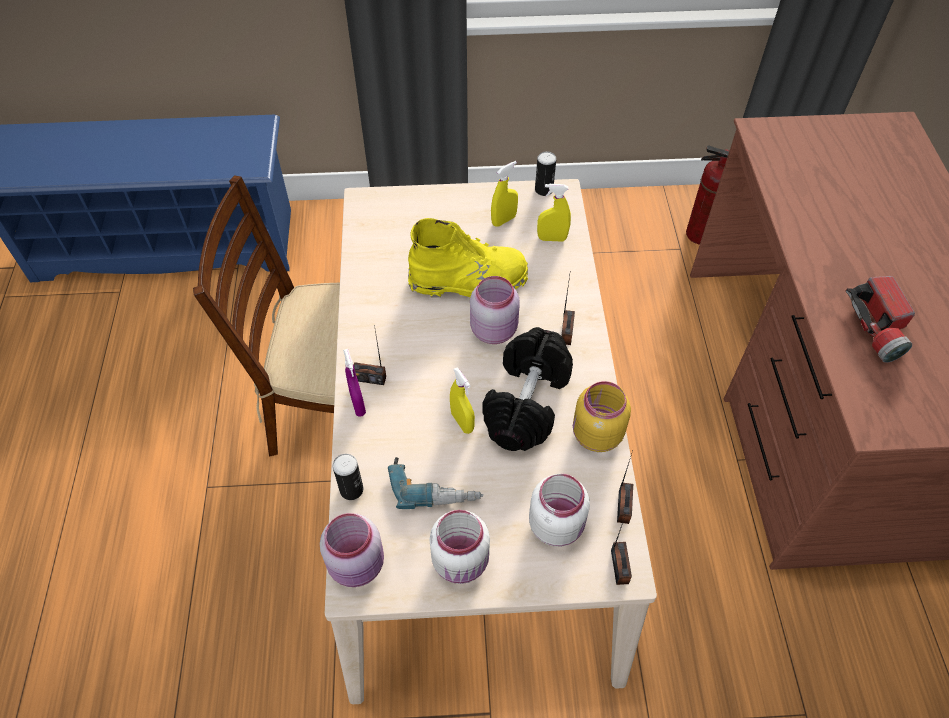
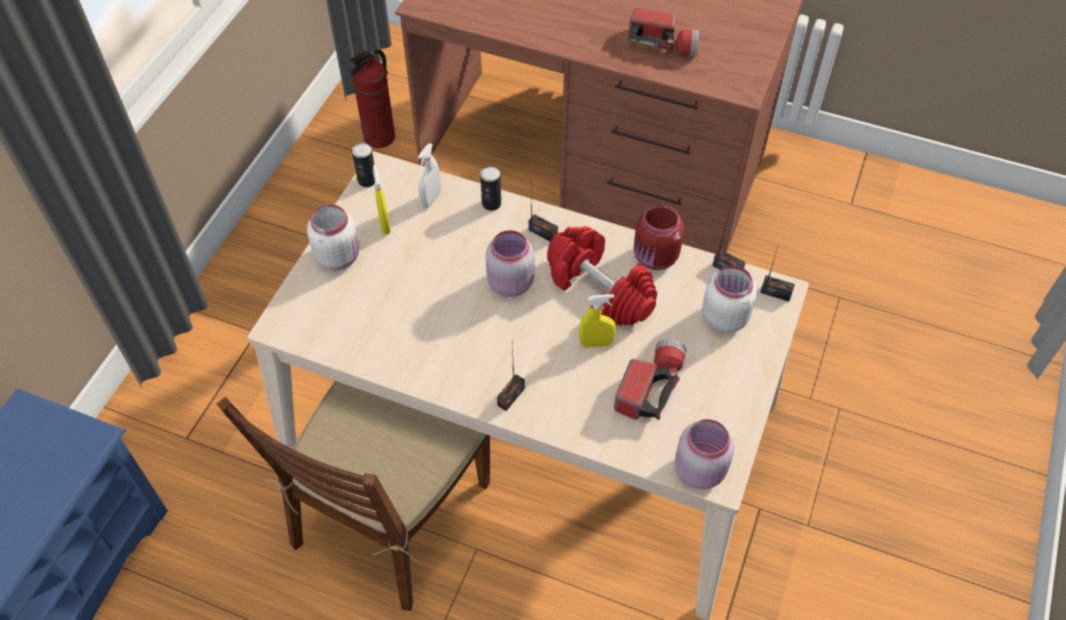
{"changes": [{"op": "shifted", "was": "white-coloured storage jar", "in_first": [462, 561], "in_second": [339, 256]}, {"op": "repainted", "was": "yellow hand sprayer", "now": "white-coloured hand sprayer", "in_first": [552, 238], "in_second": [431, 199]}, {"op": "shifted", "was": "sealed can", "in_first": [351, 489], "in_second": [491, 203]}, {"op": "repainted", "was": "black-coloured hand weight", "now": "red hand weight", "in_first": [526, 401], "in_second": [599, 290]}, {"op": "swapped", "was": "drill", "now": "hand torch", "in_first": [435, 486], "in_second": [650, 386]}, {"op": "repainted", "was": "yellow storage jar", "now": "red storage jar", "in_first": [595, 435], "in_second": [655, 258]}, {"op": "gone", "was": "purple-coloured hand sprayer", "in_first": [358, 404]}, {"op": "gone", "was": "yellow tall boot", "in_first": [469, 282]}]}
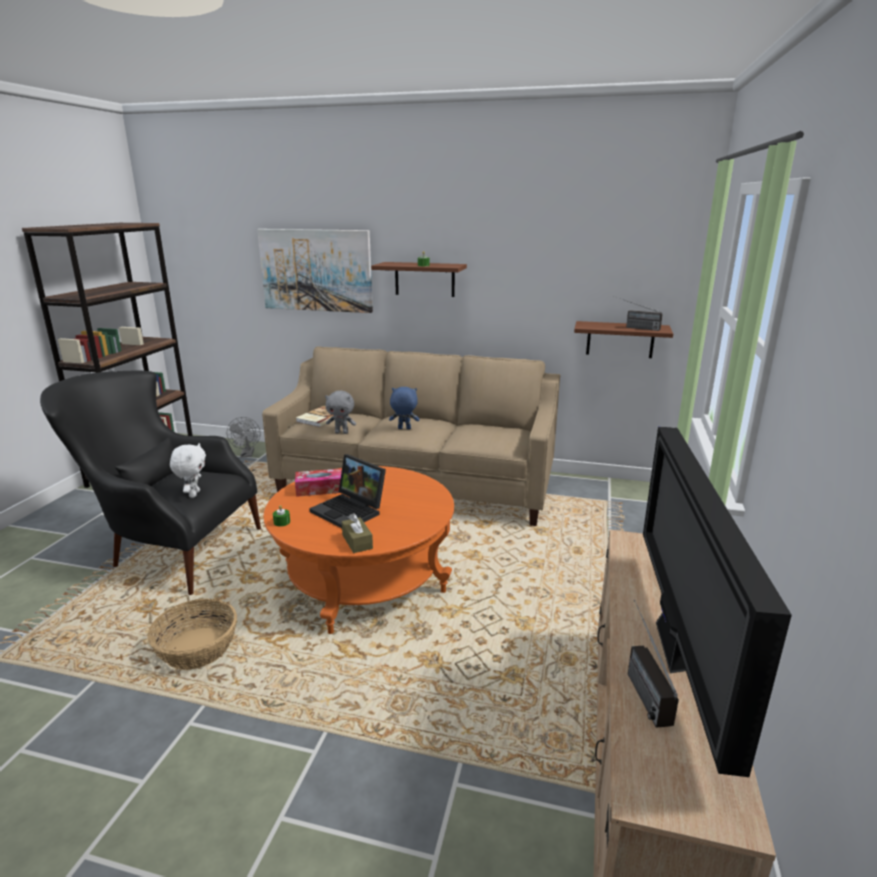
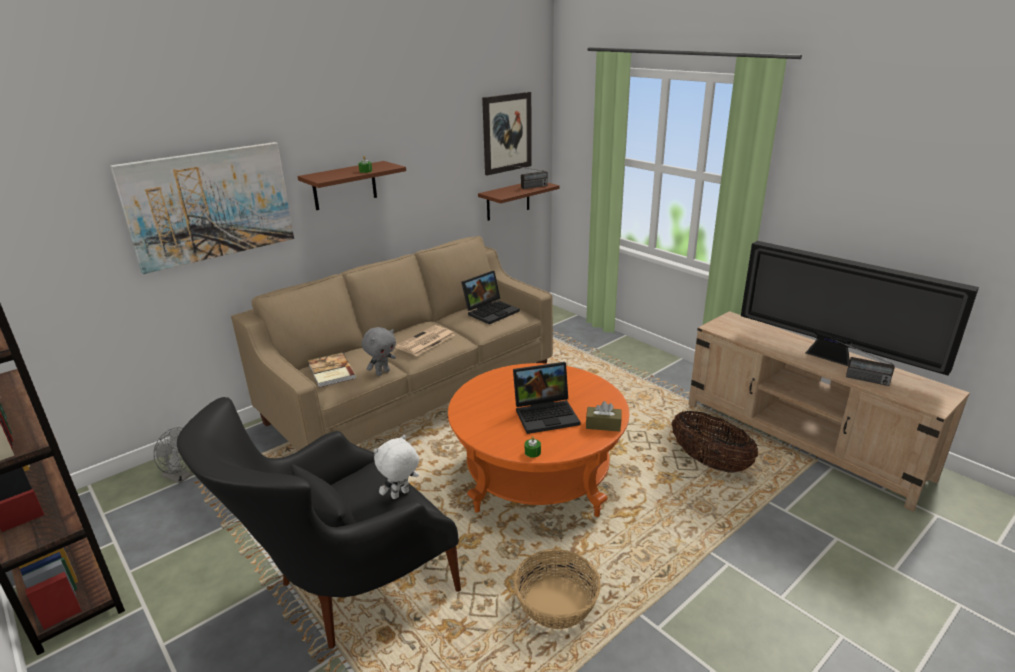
{"changes": [{"op": "rotated", "was": "white-coloured plush toy", "in_first": [193, 494], "in_second": [400, 495], "clockwise": -75}, {"op": "swapped", "was": "blue-coloured plush toy", "now": "newspaper", "in_first": [404, 429], "in_second": [425, 341]}, {"op": "new", "now": "portable computer", "in_second": [491, 311]}, {"op": "new", "now": "picture", "in_second": [507, 133]}, {"op": "new", "now": "storage basket", "in_second": [709, 462]}, {"op": "gone", "was": "tissue box", "in_first": [319, 489]}]}
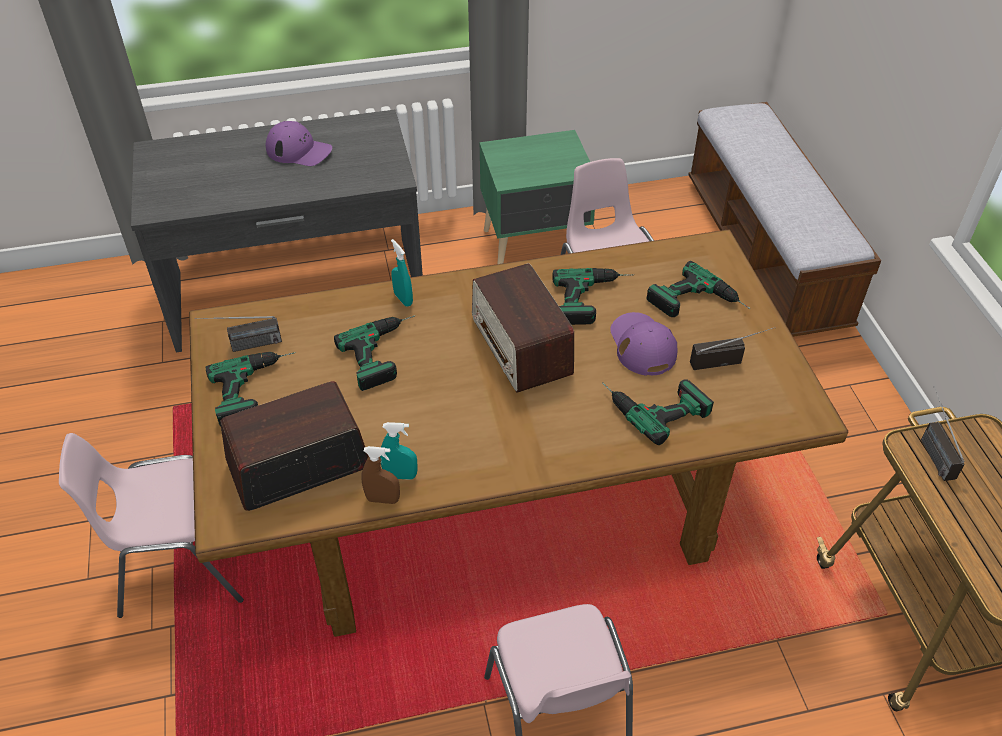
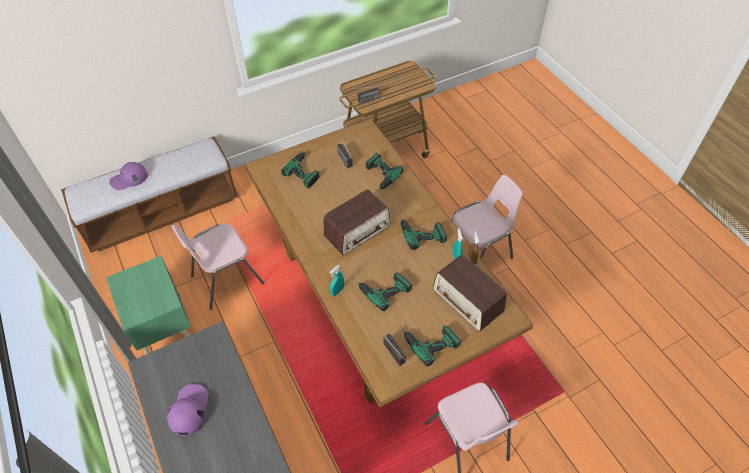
{"changes": [{"op": "shifted", "was": "purple-coloured peaked cap", "in_first": [642, 345], "in_second": [129, 178]}, {"op": "shifted", "was": "drill", "in_first": [595, 299], "in_second": [420, 230]}]}
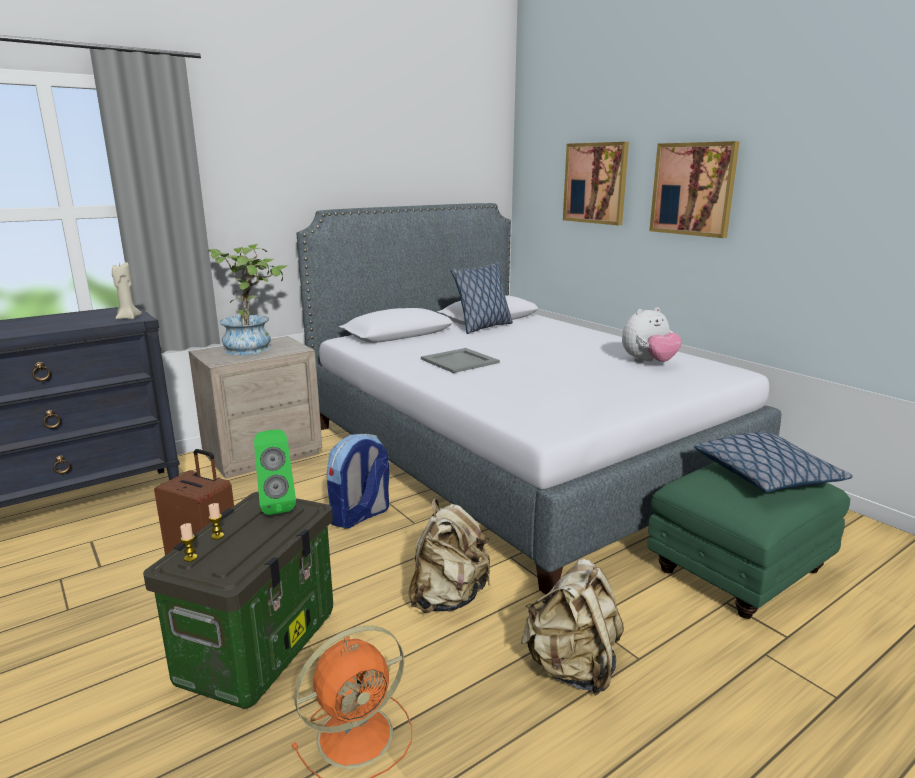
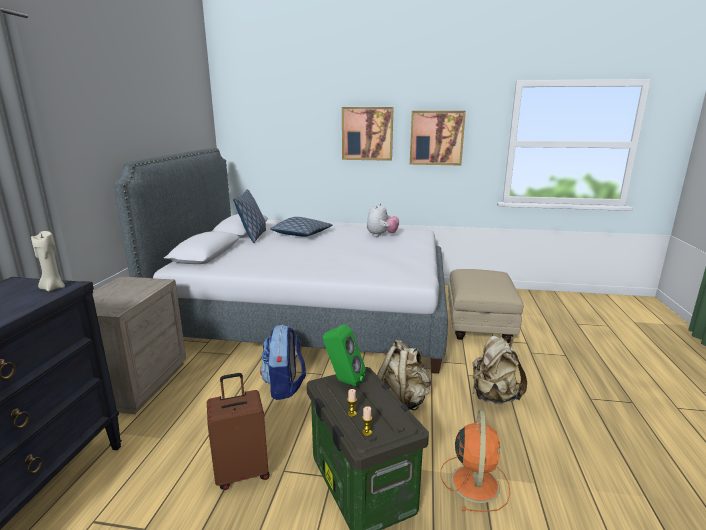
{"changes": [{"op": "shifted", "was": "throw pillow", "in_first": [767, 476], "in_second": [302, 234]}, {"op": "shifted", "was": "picture", "in_first": [595, 183], "in_second": [436, 138]}, {"op": "repainted", "was": "green footrest", "now": "beige footrest", "in_first": [739, 570], "in_second": [479, 326]}, {"op": "gone", "was": "potted plant", "in_first": [254, 347]}, {"op": "gone", "was": "greyish serving tray", "in_first": [459, 361]}]}
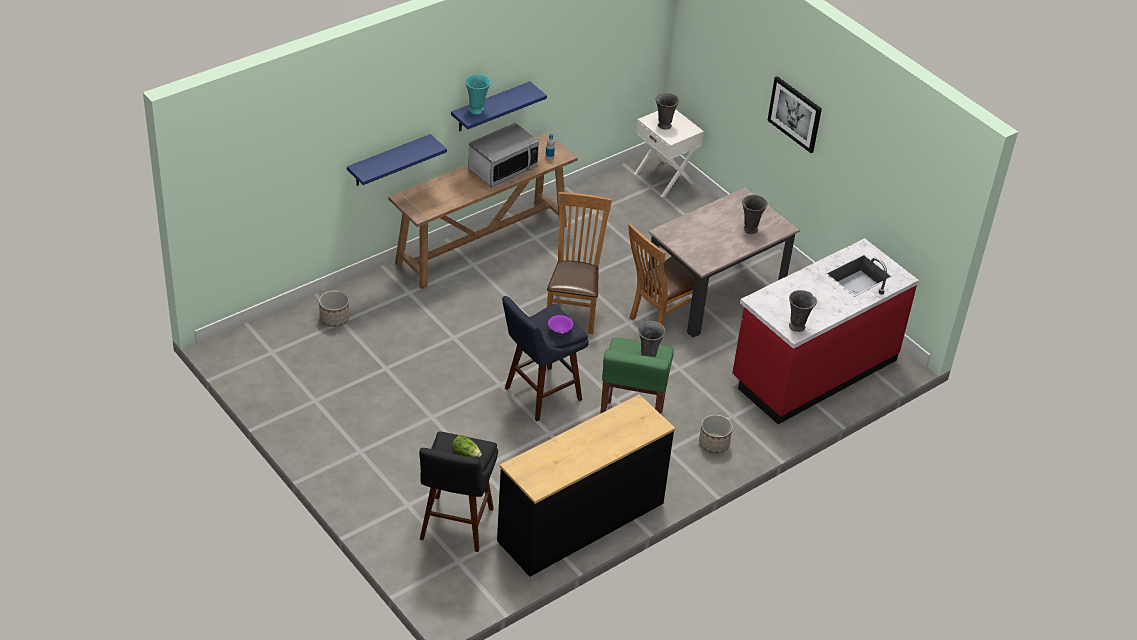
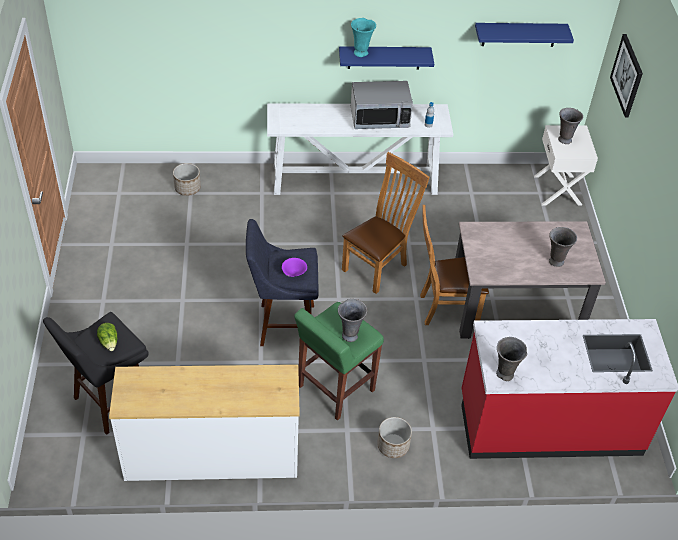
{"changes": [{"op": "repainted", "was": "black-coloured chest of drawers", "now": "white-coloured chest of drawers", "in_first": [581, 523], "in_second": [212, 456]}, {"op": "repainted", "was": "brown-coloured hall table", "now": "white-coloured hall table", "in_first": [483, 243], "in_second": [355, 180]}, {"op": "shifted", "was": "blue-coloured shelf", "in_first": [389, 161], "in_second": [519, 34]}, {"op": "shifted", "was": "picture", "in_first": [795, 114], "in_second": [627, 75]}]}
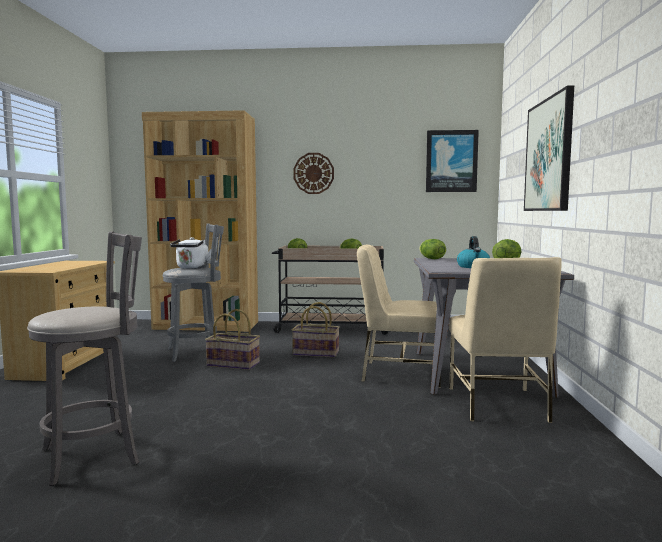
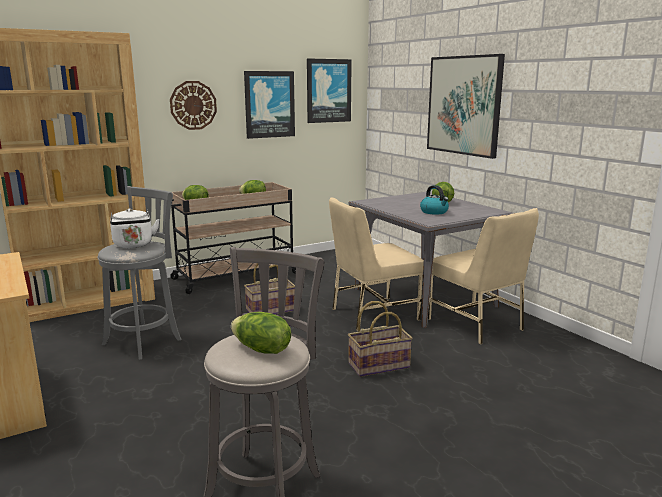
{"changes": [{"op": "shifted", "was": "lettuce", "in_first": [431, 259], "in_second": [261, 350]}, {"op": "new", "now": "picture", "in_second": [269, 104]}, {"op": "shifted", "was": "storage basket", "in_first": [234, 364], "in_second": [378, 365]}]}
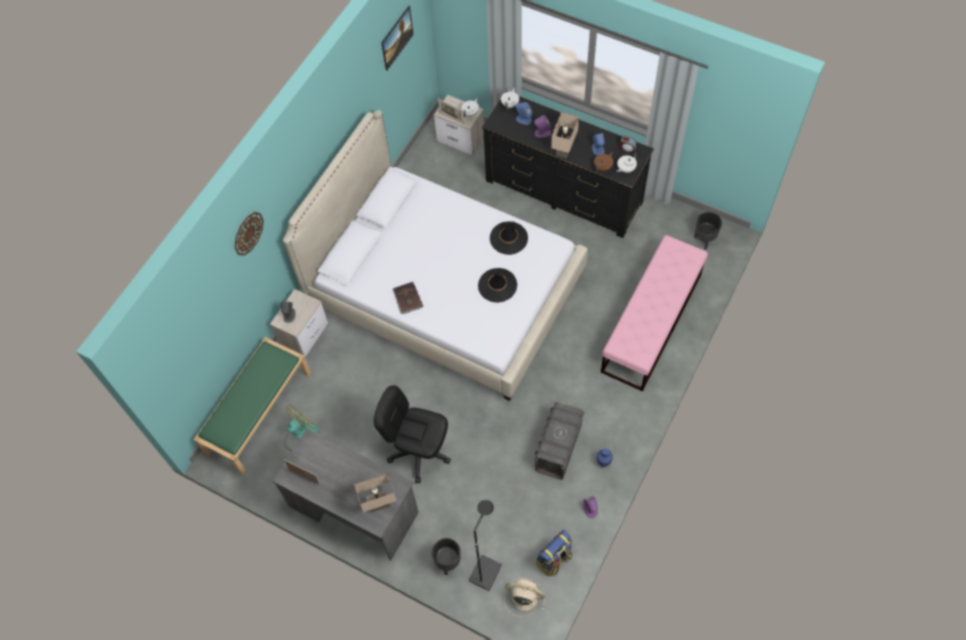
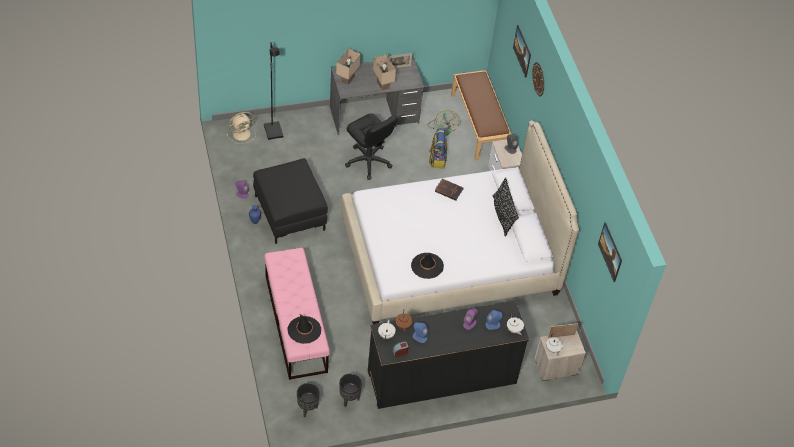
{"changes": [{"op": "swapped", "was": "greyish storage bin", "now": "black-coloured footrest", "in_first": [558, 448], "in_second": [289, 212]}, {"op": "shifted", "was": "black-coloured clothing hat", "in_first": [497, 285], "in_second": [304, 330]}, {"op": "shifted", "was": "black-coloured flower pot", "in_first": [448, 563], "in_second": [349, 399]}, {"op": "rotated", "was": "black-coloured computer chair", "in_first": [419, 452], "in_second": [368, 161], "clockwise": 75}, {"op": "shifted", "was": "beige lamp for a table", "in_first": [563, 149], "in_second": [383, 84]}, {"op": "shifted", "was": "backpack", "in_first": [554, 559], "in_second": [437, 159]}, {"op": "repainted", "was": "green long seat", "now": "brown-coloured long seat", "in_first": [258, 412], "in_second": [479, 124]}, {"op": "new", "now": "black-coloured throw pillow", "in_second": [502, 215]}, {"op": "new", "now": "picture", "in_second": [521, 56]}]}
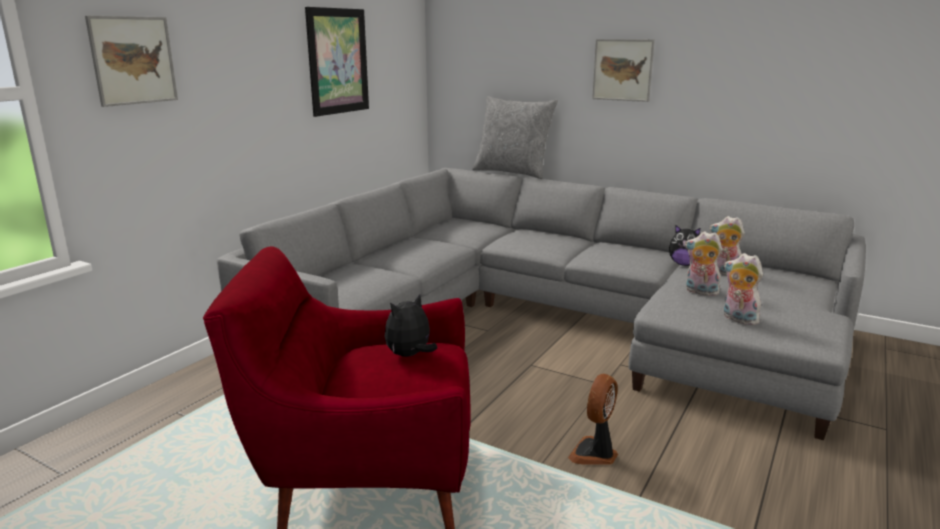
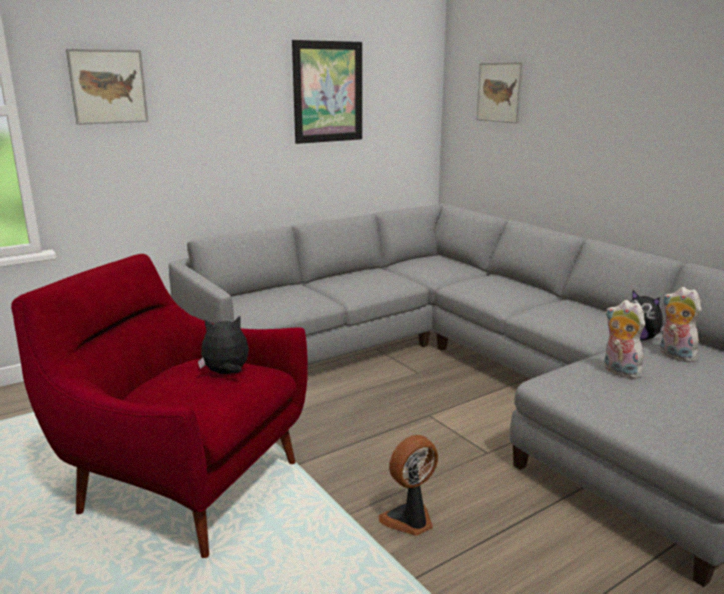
{"changes": [{"op": "shifted", "was": "picture", "in_first": [622, 70], "in_second": [499, 92]}, {"op": "gone", "was": "greyish throw pillow", "in_first": [512, 172]}, {"op": "gone", "was": "plush toy", "in_first": [738, 319]}]}
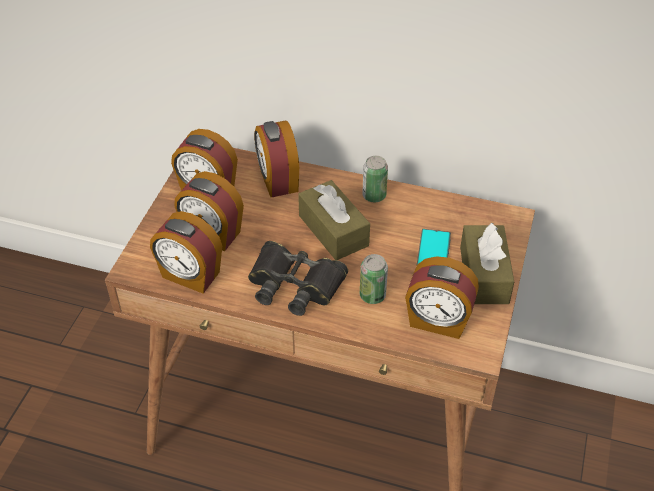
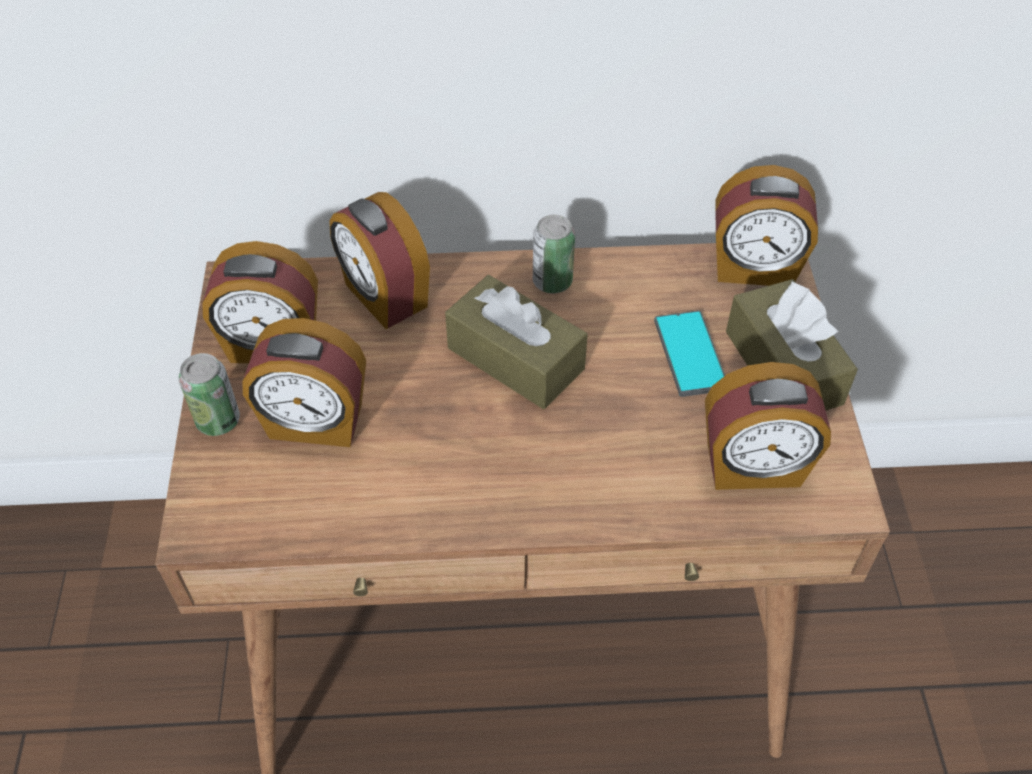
{"changes": [{"op": "shifted", "was": "sealed can", "in_first": [372, 295], "in_second": [218, 421]}, {"op": "shifted", "was": "bedside clock", "in_first": [190, 276], "in_second": [754, 269]}, {"op": "gone", "was": "black-coloured field glasses", "in_first": [295, 284]}]}
